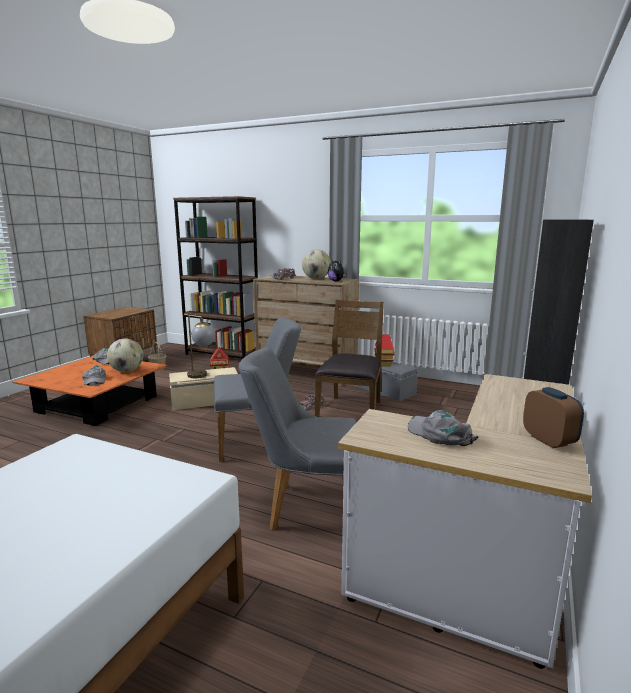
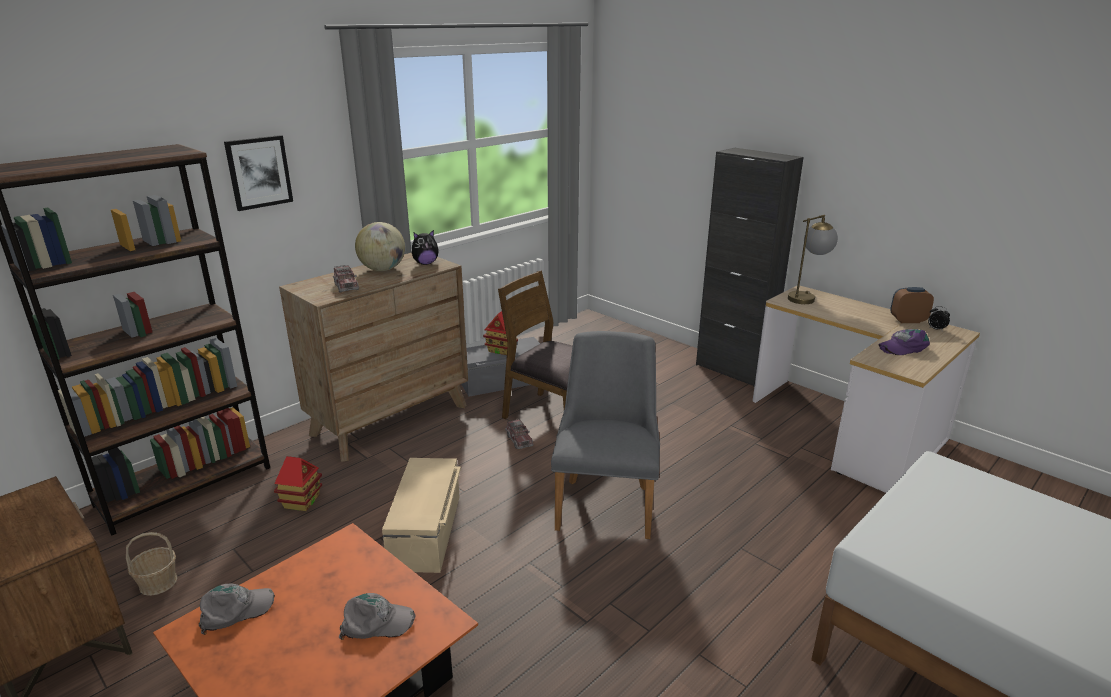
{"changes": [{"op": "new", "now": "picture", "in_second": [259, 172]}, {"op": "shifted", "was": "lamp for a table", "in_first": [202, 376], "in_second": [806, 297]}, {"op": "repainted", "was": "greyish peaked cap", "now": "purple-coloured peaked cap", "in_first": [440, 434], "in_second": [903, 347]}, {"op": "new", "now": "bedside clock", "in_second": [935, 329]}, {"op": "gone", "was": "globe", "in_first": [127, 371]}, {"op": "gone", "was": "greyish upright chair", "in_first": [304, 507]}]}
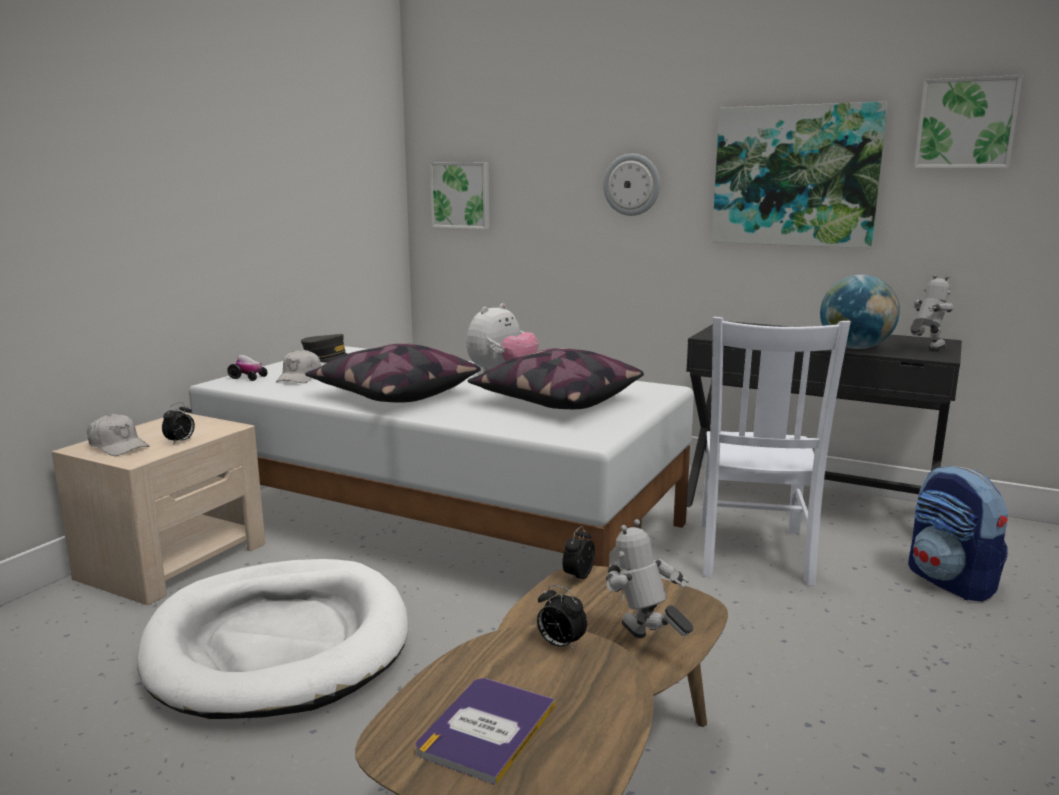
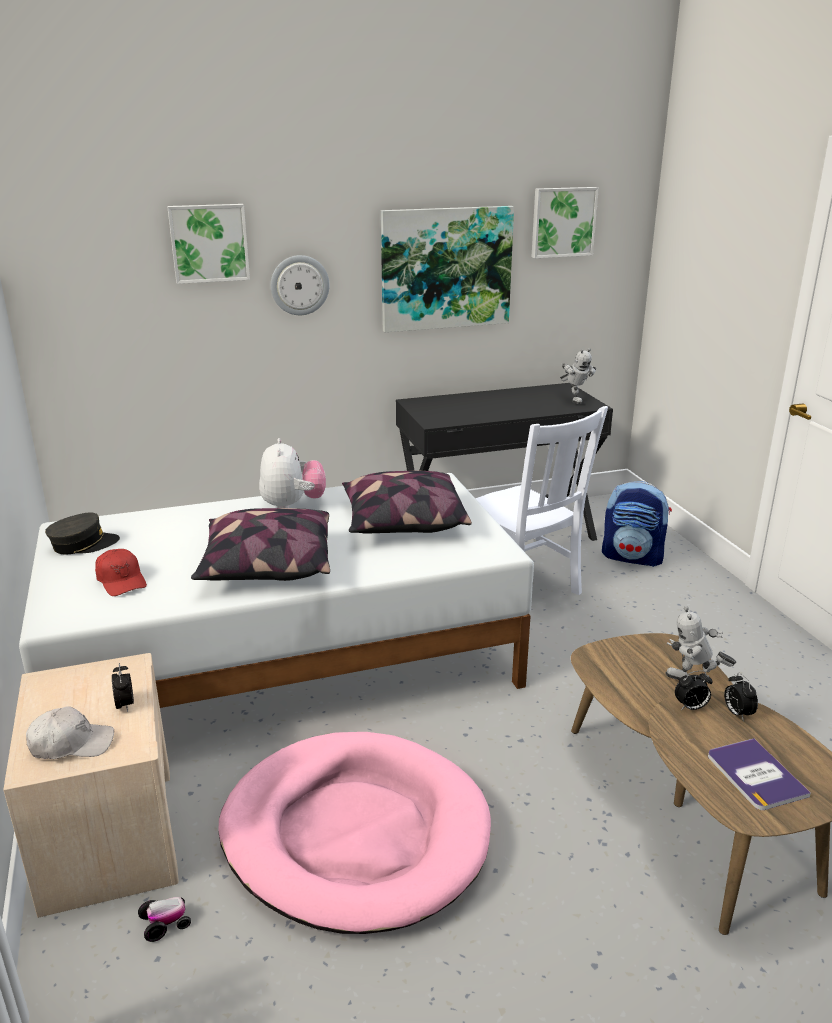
{"changes": [{"op": "repainted", "was": "white-coloured peaked cap", "now": "red peaked cap", "in_first": [300, 377], "in_second": [121, 580]}, {"op": "shifted", "was": "miniature car", "in_first": [248, 377], "in_second": [165, 924]}, {"op": "shifted", "was": "picture", "in_first": [461, 195], "in_second": [209, 243]}, {"op": "repainted", "was": "white-coloured dog cushion", "now": "pinkish dog cushion", "in_first": [279, 643], "in_second": [355, 834]}, {"op": "rotated", "was": "model robot", "in_first": [925, 350], "in_second": [574, 400], "clockwise": 150}, {"op": "shifted", "was": "bedside clock", "in_first": [578, 577], "in_second": [737, 713]}, {"op": "gone", "was": "globe", "in_first": [855, 348]}]}
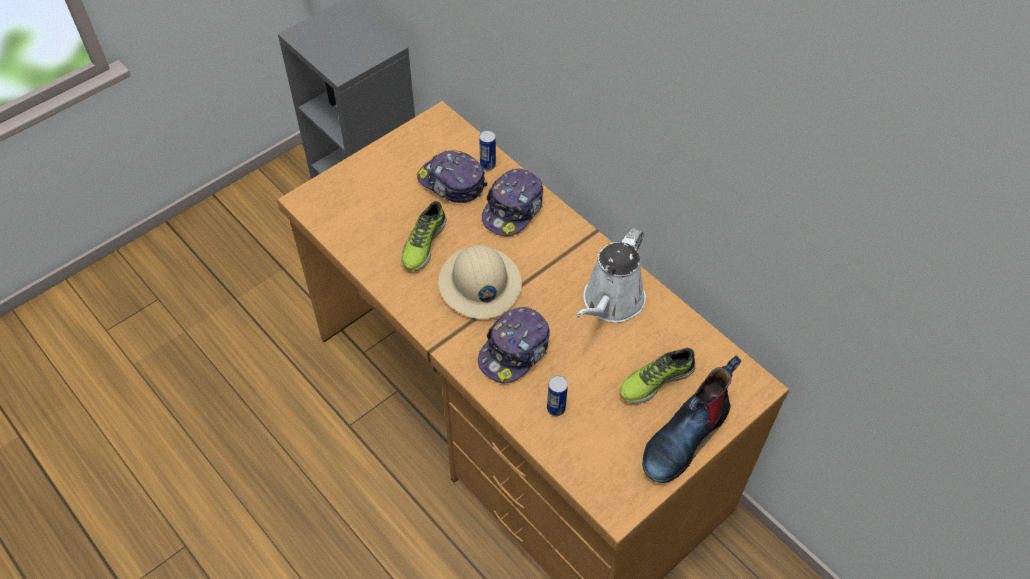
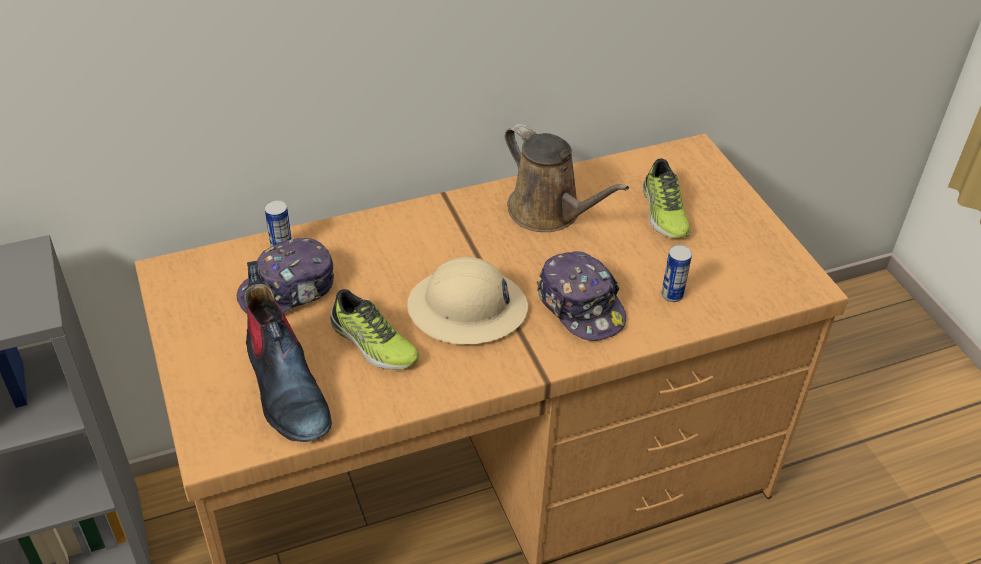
{"changes": [{"op": "shifted", "was": "tall boot", "in_first": [685, 437], "in_second": [285, 388]}, {"op": "repainted", "was": "white-coloured watering pot", "now": "brown-coloured watering pot", "in_first": [611, 302], "in_second": [549, 212]}, {"op": "gone", "was": "peaked cap", "in_first": [513, 209]}]}
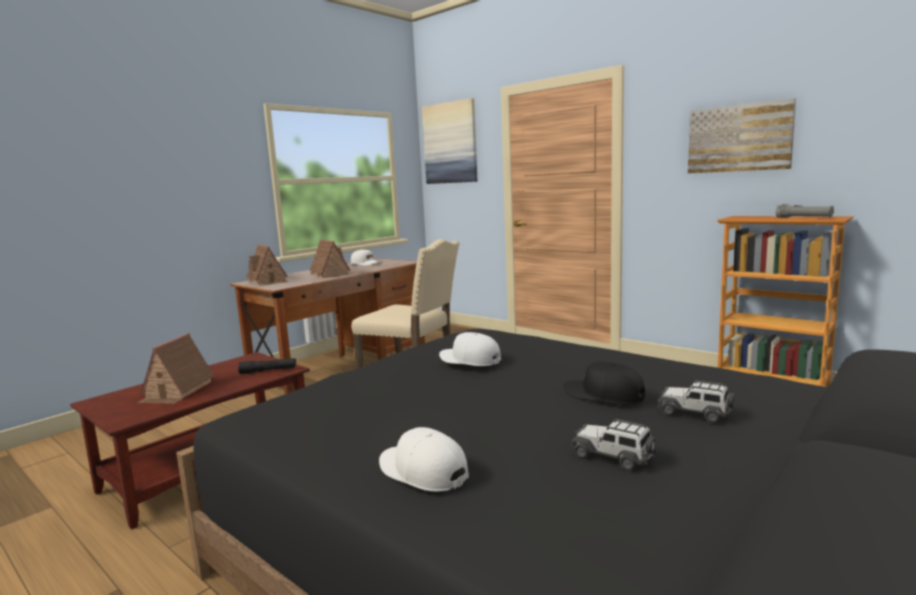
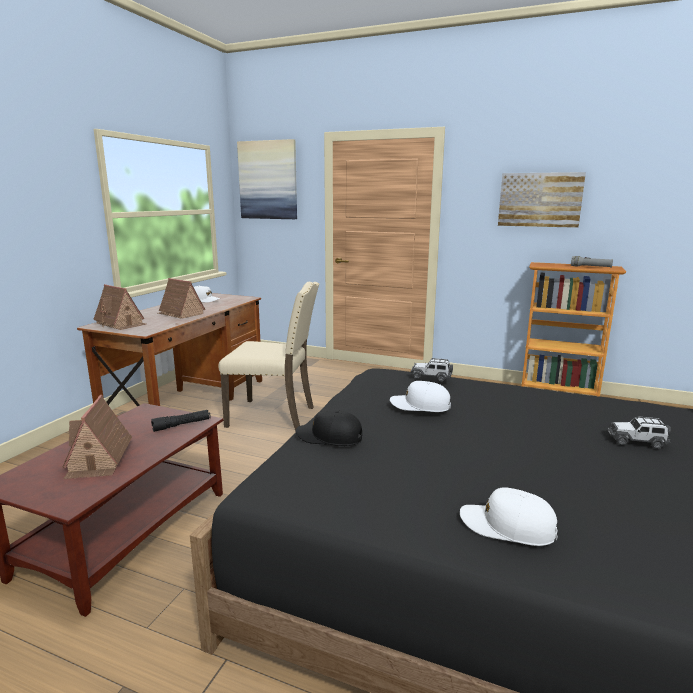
{"changes": [{"op": "shifted", "was": "black-coloured peaked cap", "in_first": [603, 395], "in_second": [329, 437]}, {"op": "shifted", "was": "miniature car", "in_first": [613, 456], "in_second": [431, 377]}]}
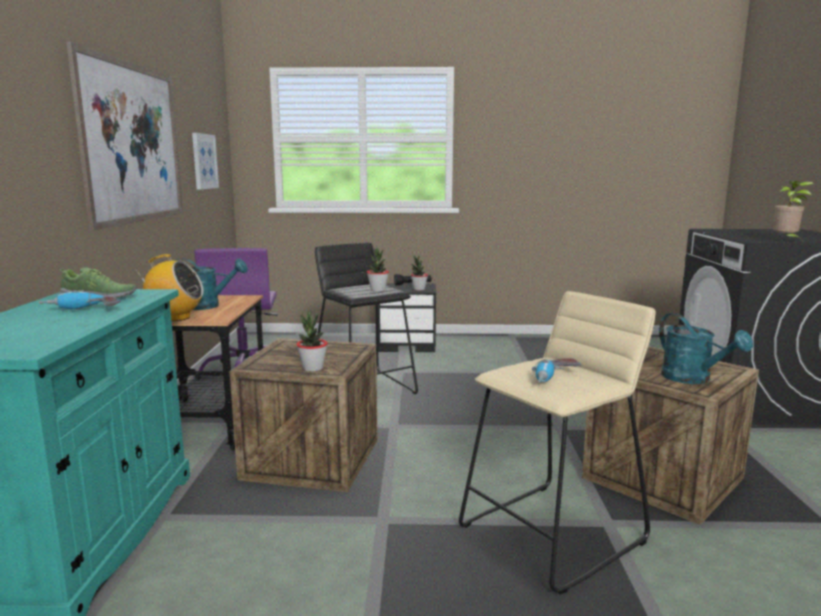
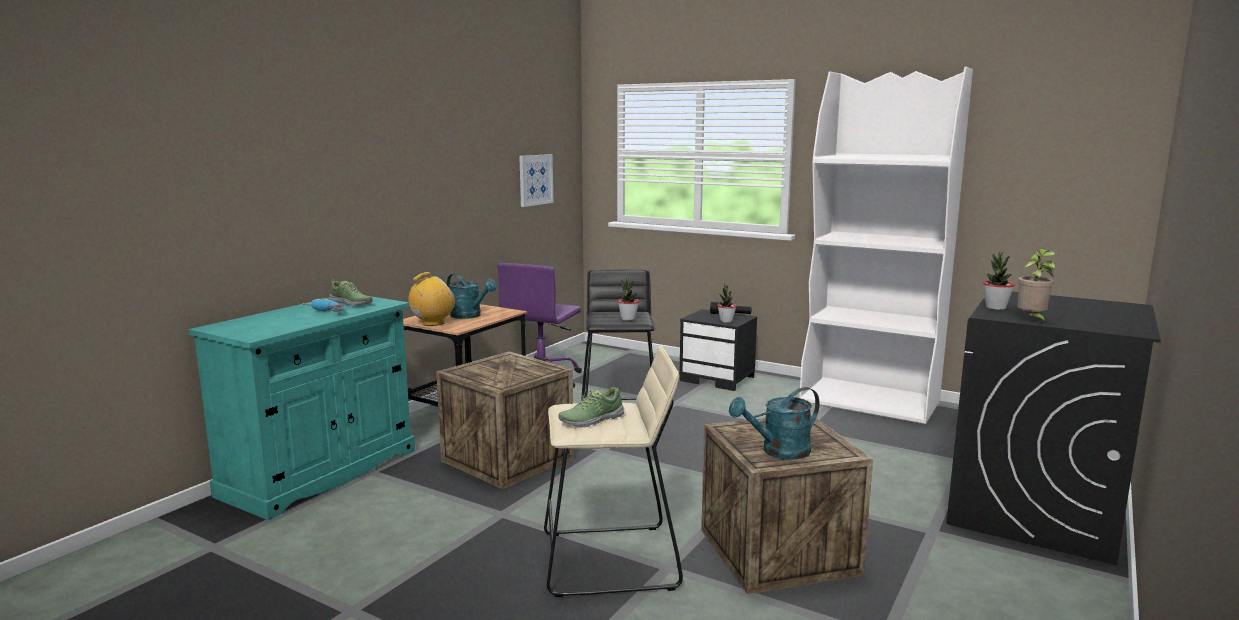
{"changes": [{"op": "rotated", "was": "radio set", "in_first": [175, 318], "in_second": [432, 323], "clockwise": -75}, {"op": "swapped", "was": "drill", "now": "item of footwear", "in_first": [554, 379], "in_second": [591, 420]}, {"op": "rotated", "was": "blue-green watering pot", "in_first": [693, 379], "in_second": [778, 452], "clockwise": 60}, {"op": "new", "now": "white-coloured shelving unit", "in_second": [870, 401]}, {"op": "shifted", "was": "potted plant", "in_first": [313, 368], "in_second": [995, 308]}, {"op": "gone", "was": "picture", "in_first": [134, 143]}]}
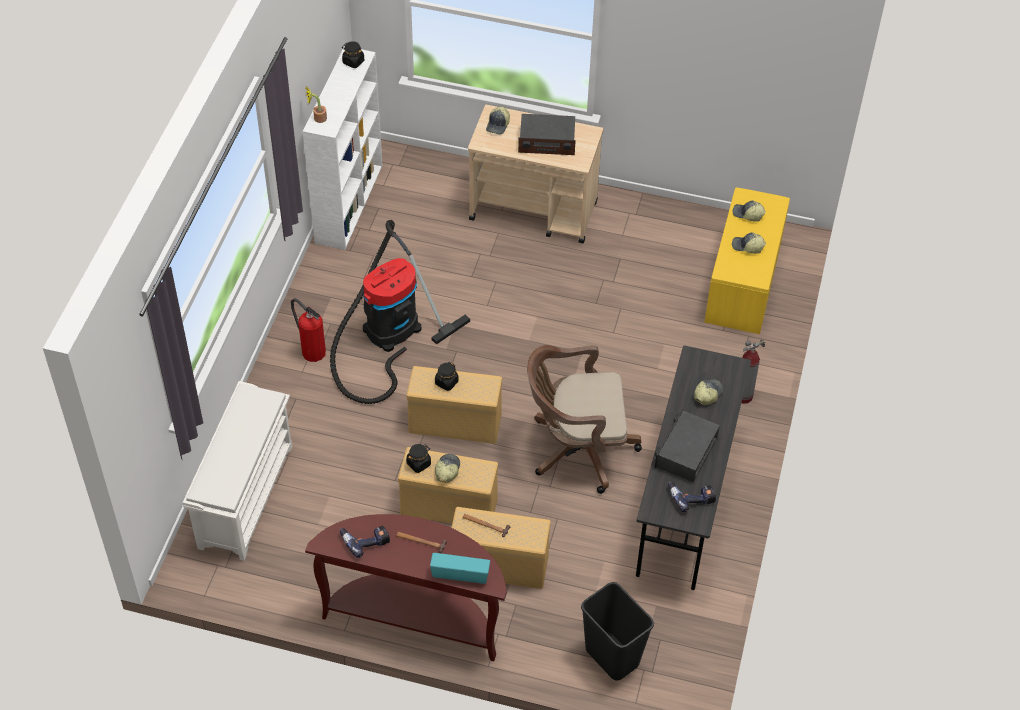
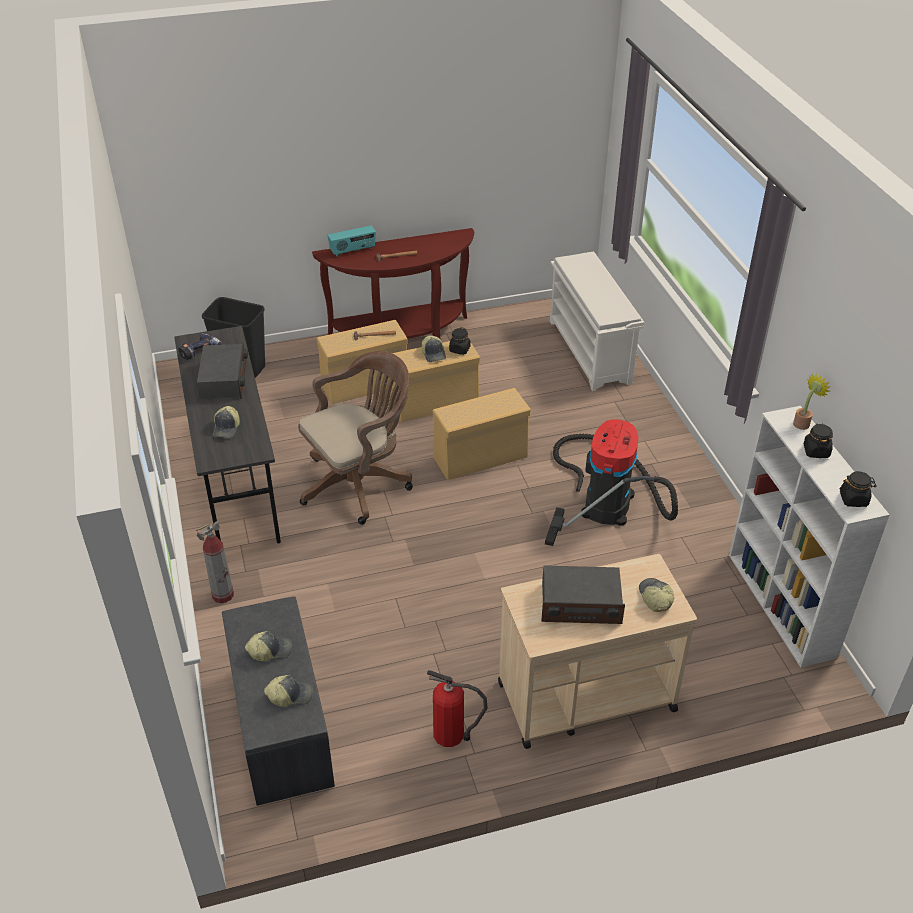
{"changes": [{"op": "repainted", "was": "yellow long seat", "now": "greyish long seat", "in_first": [744, 284], "in_second": [279, 724]}, {"op": "shifted", "was": "fire-fighting cylinder", "in_first": [312, 351], "in_second": [452, 734]}, {"op": "rotated", "was": "radio set", "in_first": [547, 141], "in_second": [580, 604], "clockwise": -150}, {"op": "shifted", "was": "black-coloured storage jar", "in_first": [446, 382], "in_second": [816, 451]}, {"op": "gone", "was": "drill", "in_first": [365, 540]}]}
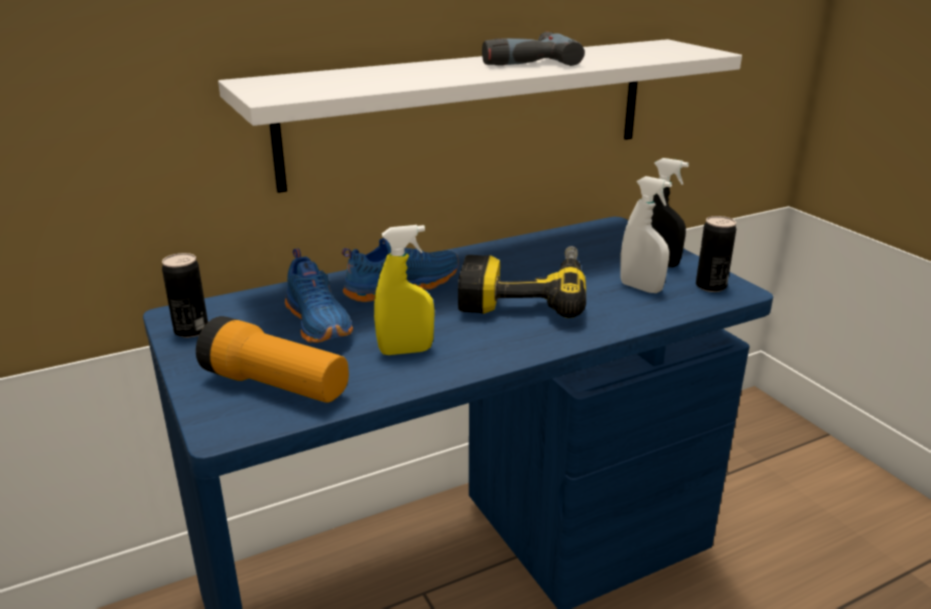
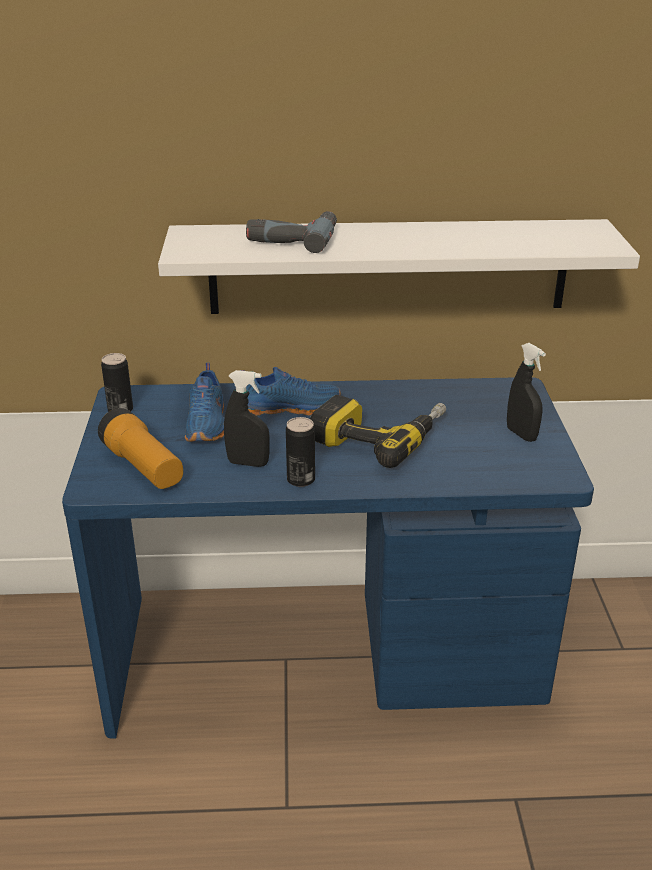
{"changes": [{"op": "repainted", "was": "yellow hand sprayer", "now": "black-coloured hand sprayer", "in_first": [406, 351], "in_second": [248, 463]}, {"op": "shifted", "was": "drill", "in_first": [525, 60], "in_second": [293, 238]}, {"op": "shifted", "was": "sealed can", "in_first": [710, 286], "in_second": [301, 479]}, {"op": "gone", "was": "white-coloured hand sprayer", "in_first": [640, 288]}]}
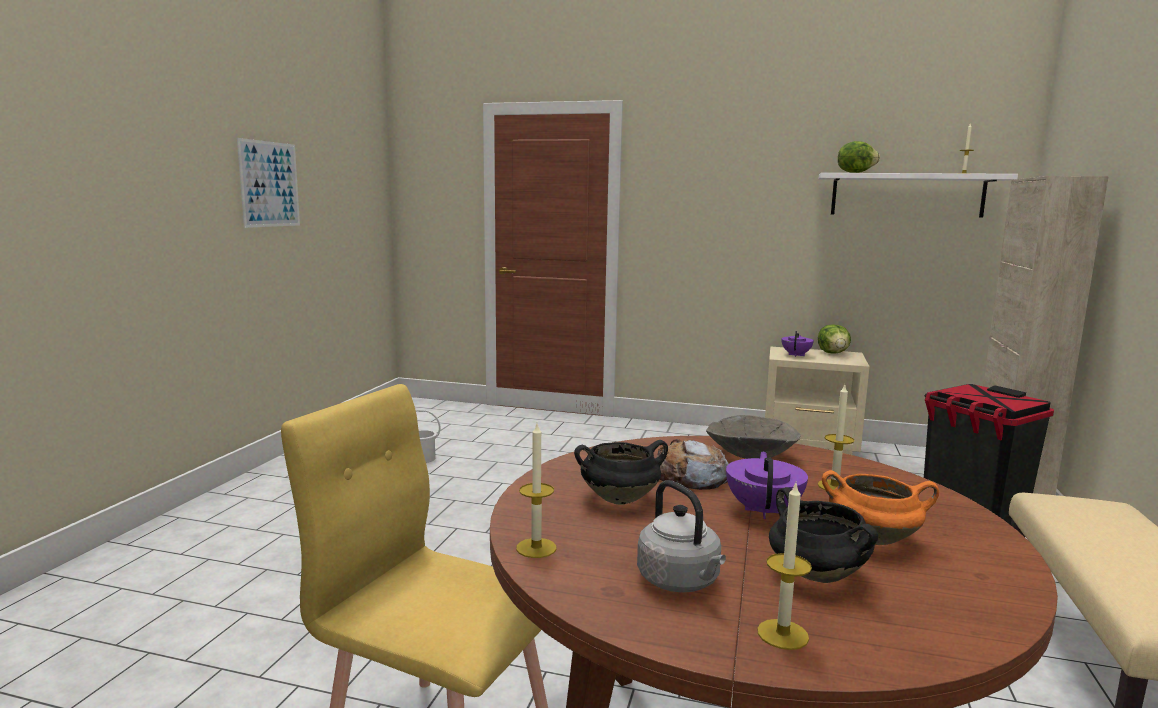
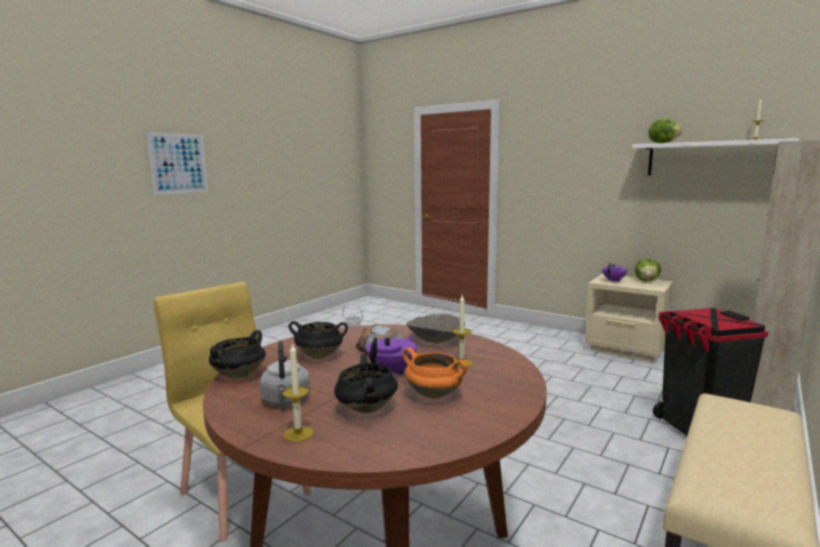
{"changes": [{"op": "shifted", "was": "picture", "in_first": [269, 184], "in_second": [178, 163]}, {"op": "swapped", "was": "candle", "now": "black-coloured cooking pot", "in_first": [536, 548], "in_second": [239, 375]}]}
